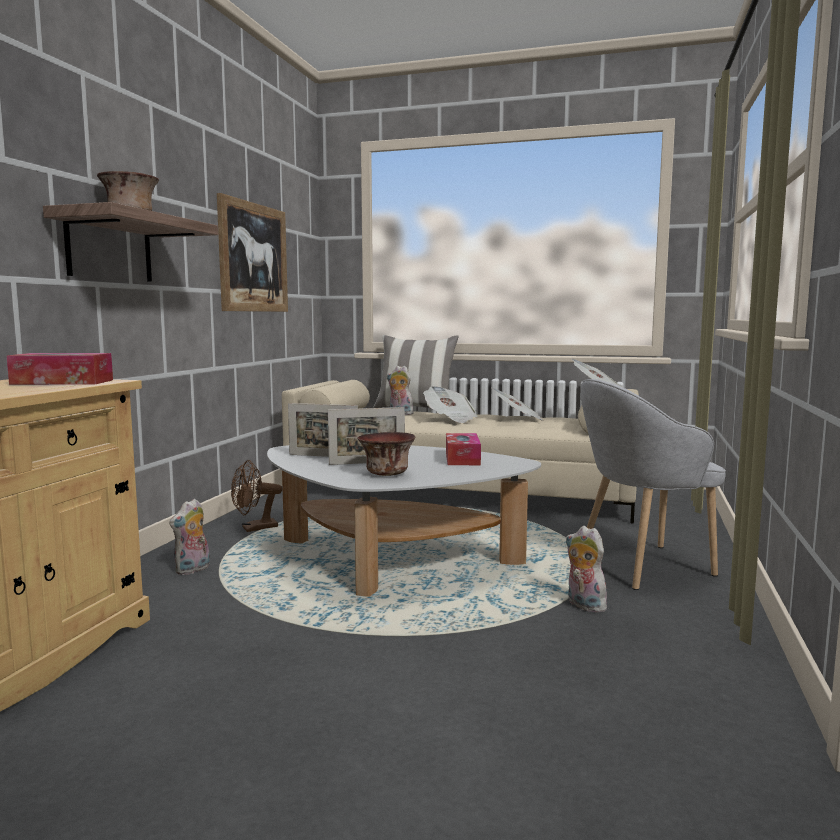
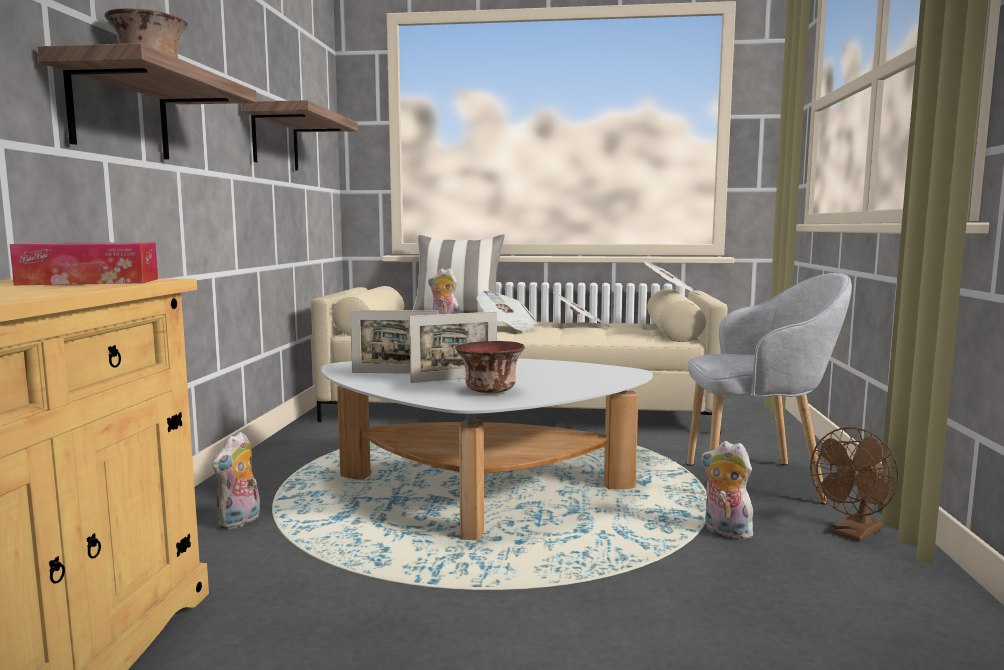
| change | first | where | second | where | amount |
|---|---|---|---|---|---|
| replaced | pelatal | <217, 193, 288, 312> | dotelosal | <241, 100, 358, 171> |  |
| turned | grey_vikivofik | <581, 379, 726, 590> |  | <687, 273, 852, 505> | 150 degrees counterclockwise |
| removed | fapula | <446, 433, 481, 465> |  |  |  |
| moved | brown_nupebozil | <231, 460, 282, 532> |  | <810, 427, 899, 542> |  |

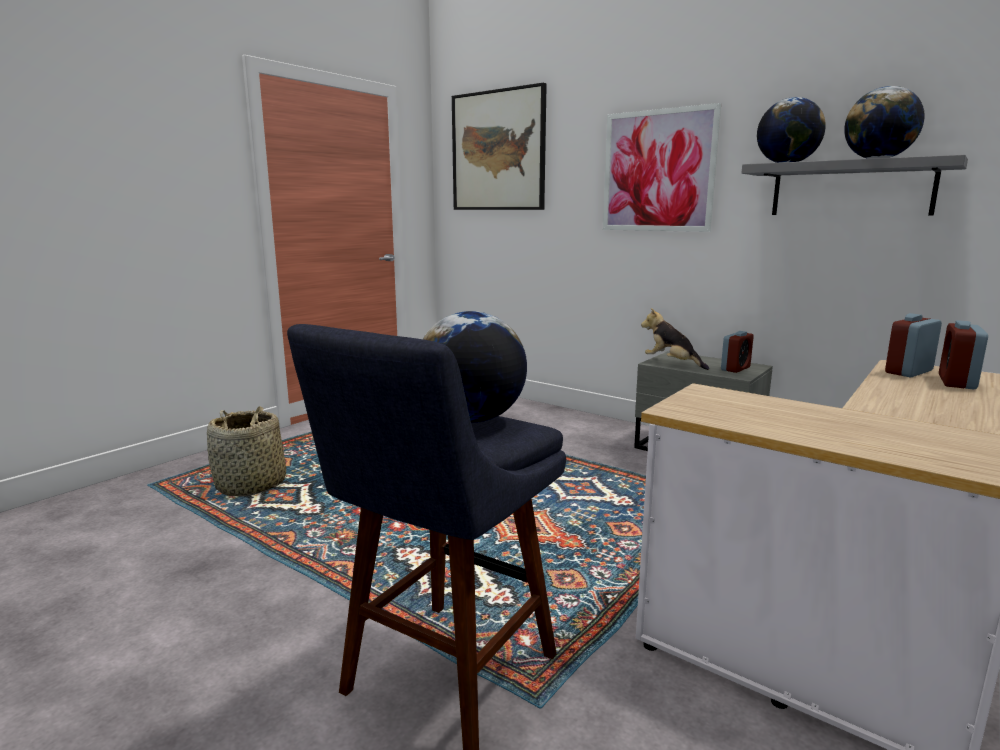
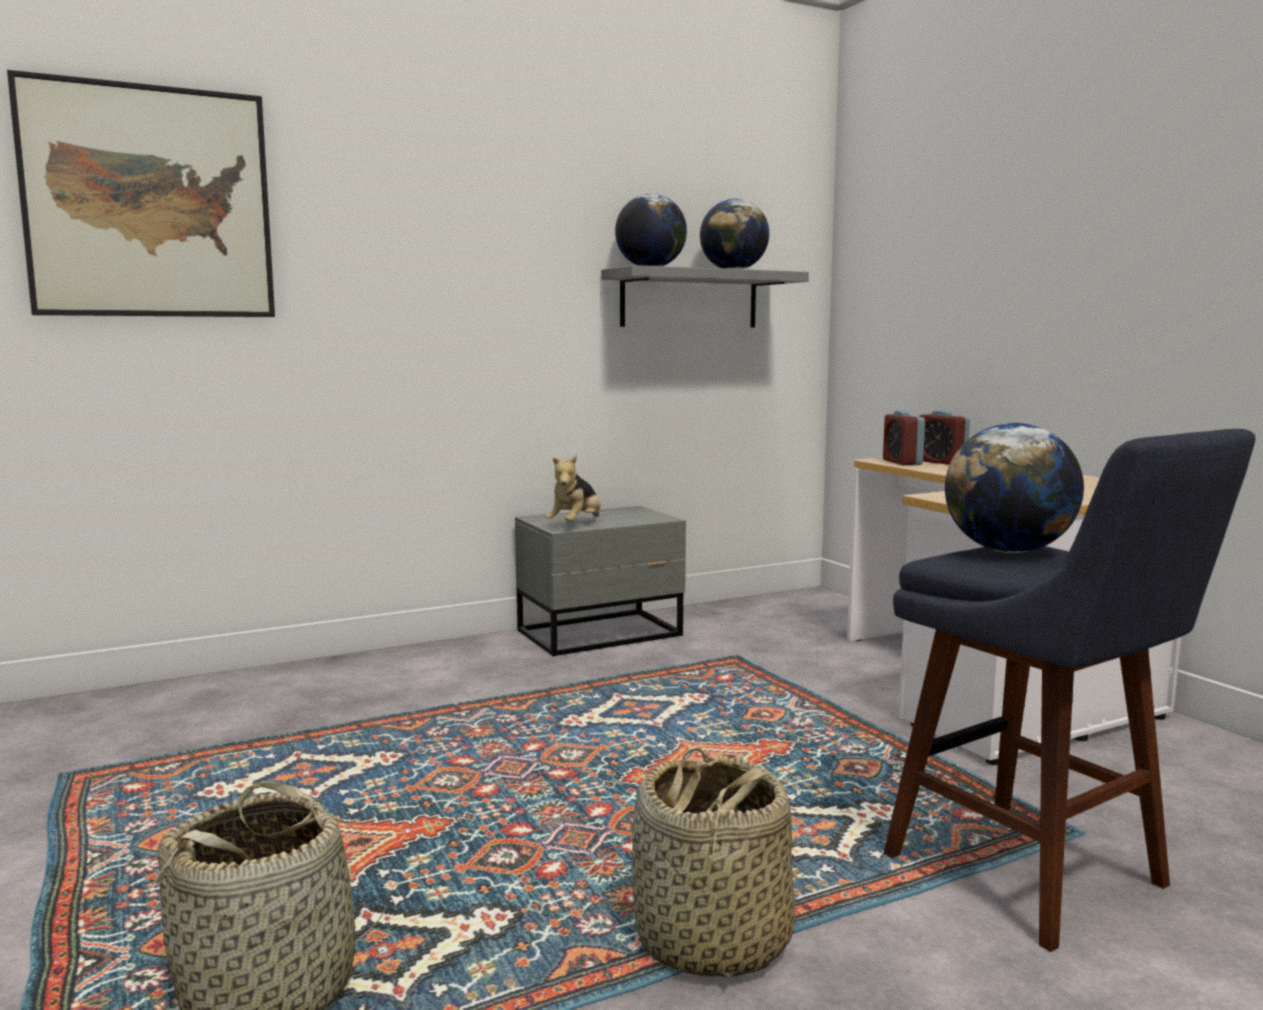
| change | first | where | second | where | amount |
|---|---|---|---|---|---|
| removed | pelatal | <603, 103, 721, 232> |  |  |  |
| turned | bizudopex | <641, 308, 709, 370> |  | <546, 455, 601, 522> | 45 degrees counterclockwise |
| removed | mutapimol | <721, 331, 754, 373> |  |  |  |
| added |  |  | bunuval | <632, 746, 795, 978> |  |

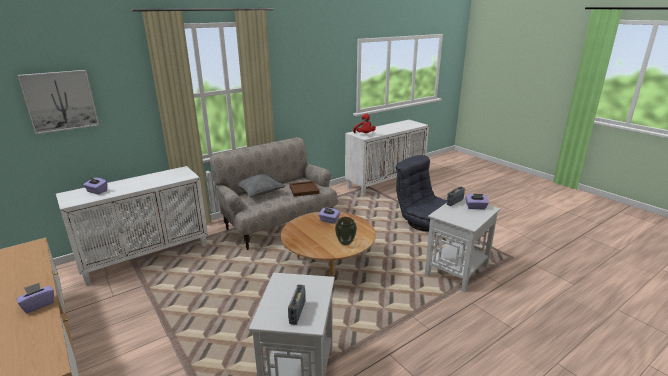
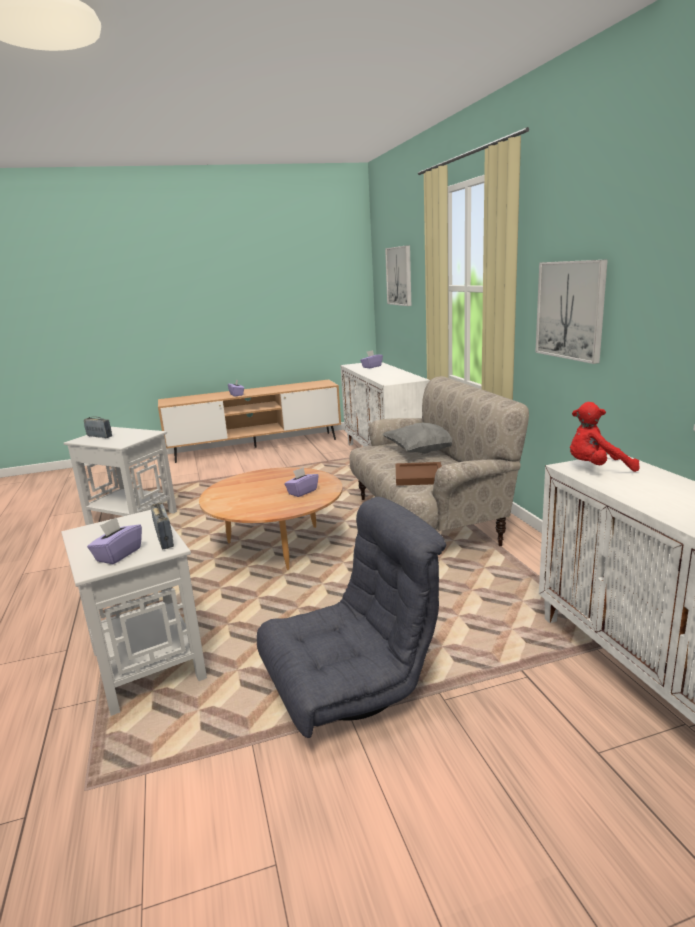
| change | first | where | second | where | amount |
|---|---|---|---|---|---|
| removed | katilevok | <335, 217, 357, 246> |  |  |  |
| added |  |  | pelatal | <535, 259, 608, 364> |  |

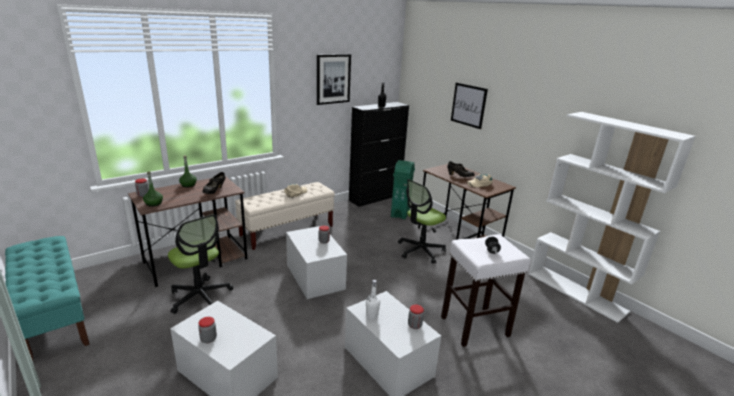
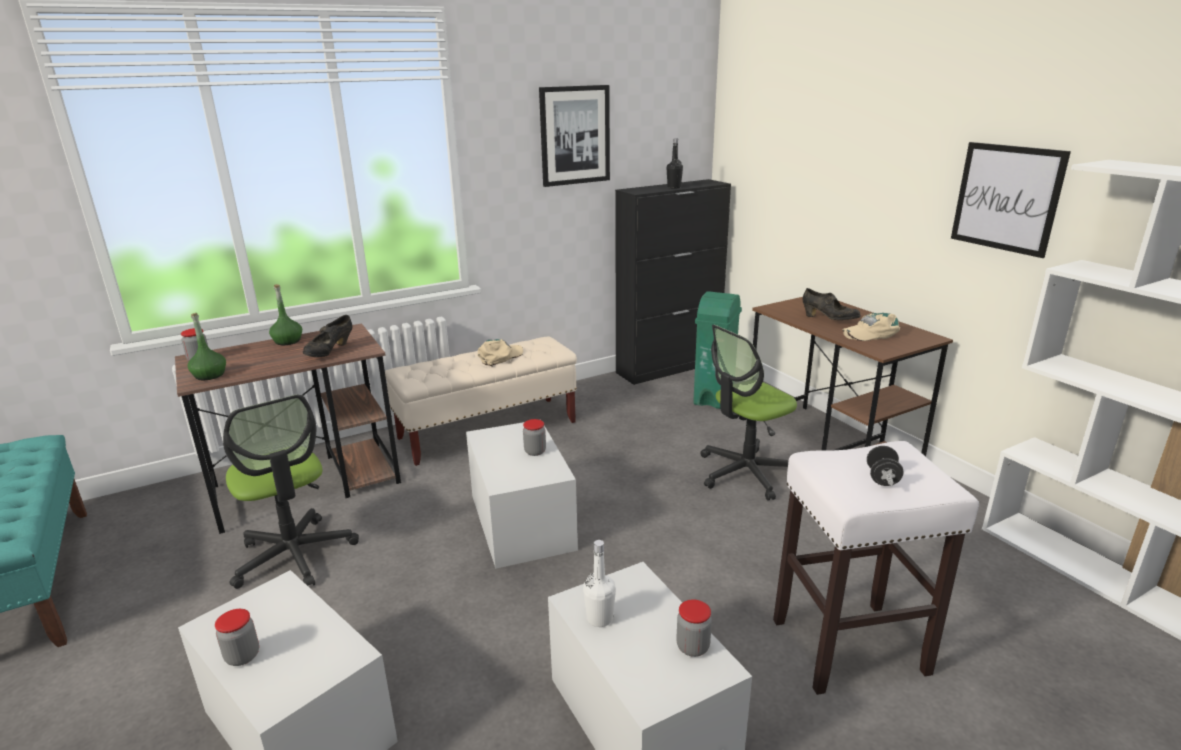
| change | first | where | second | where | amount |
|---|---|---|---|---|---|
| moved | pelatal | <451, 82, 488, 129> |  | <951, 142, 1071, 258> |  |

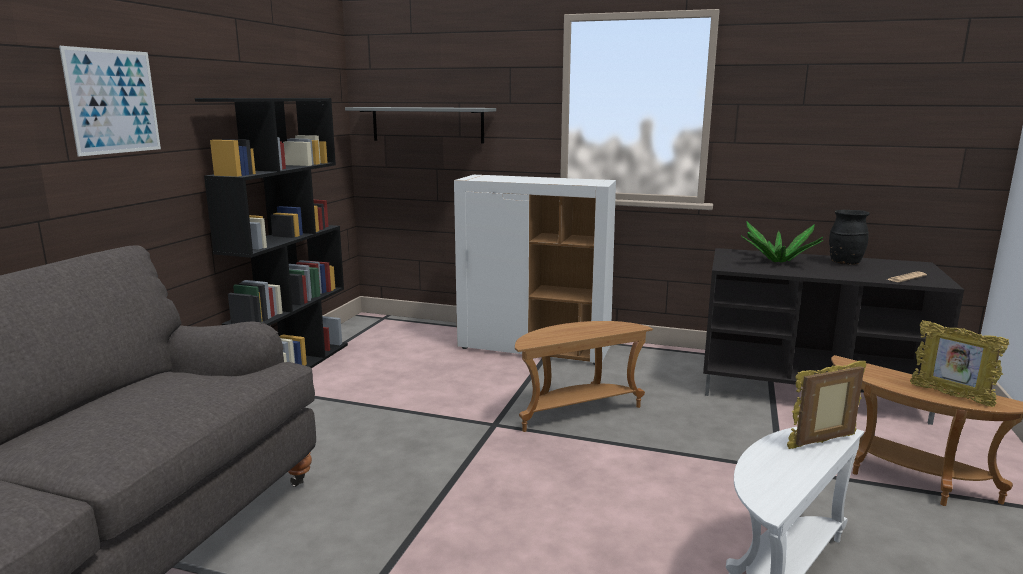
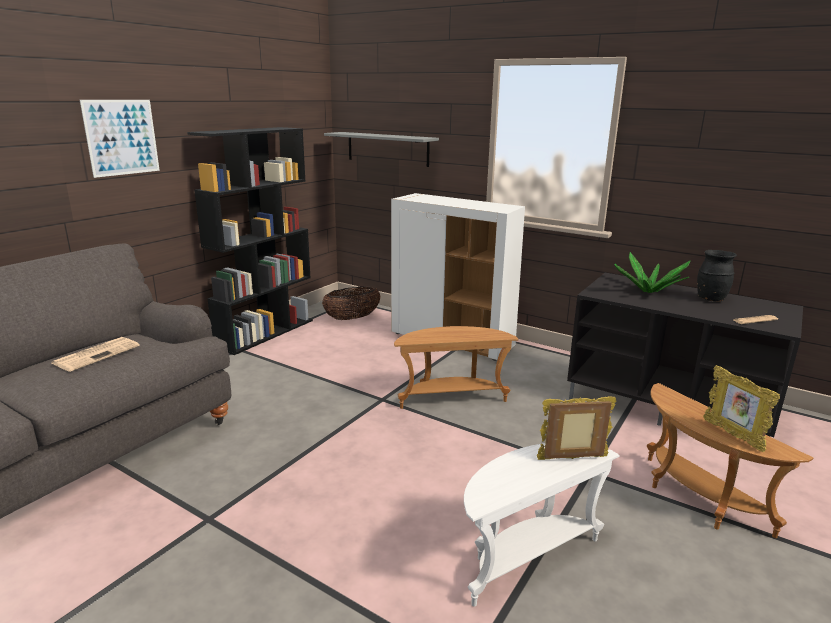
| change | first | where | second | where | amount |
|---|---|---|---|---|---|
| added |  |  | bunuval | <322, 286, 381, 320> |  |
| added |  |  | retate | <51, 337, 140, 372> |  |

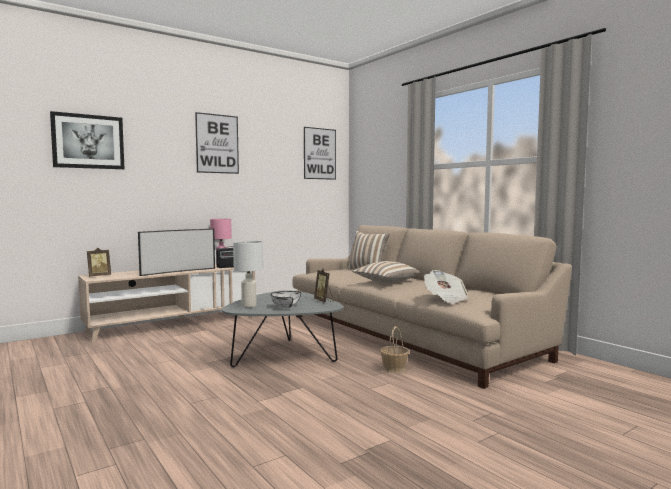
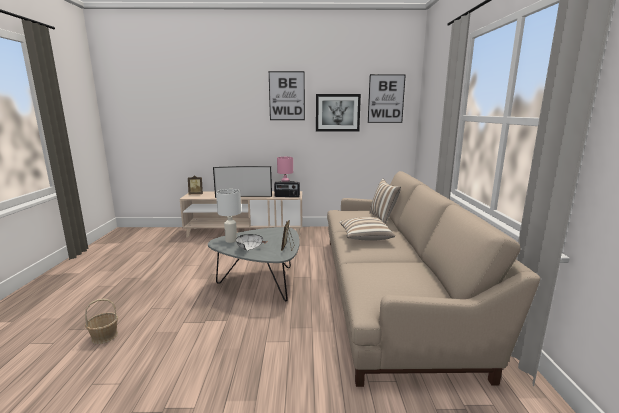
| change | first | where | second | where | amount |
|---|---|---|---|---|---|
| moved | pelatal | <50, 111, 124, 169> |  | <316, 94, 361, 132> |  |
| removed | retate | <424, 270, 469, 304> |  |  |  |
| moved | bunuval | <380, 326, 409, 373> |  | <85, 299, 118, 344> |  |

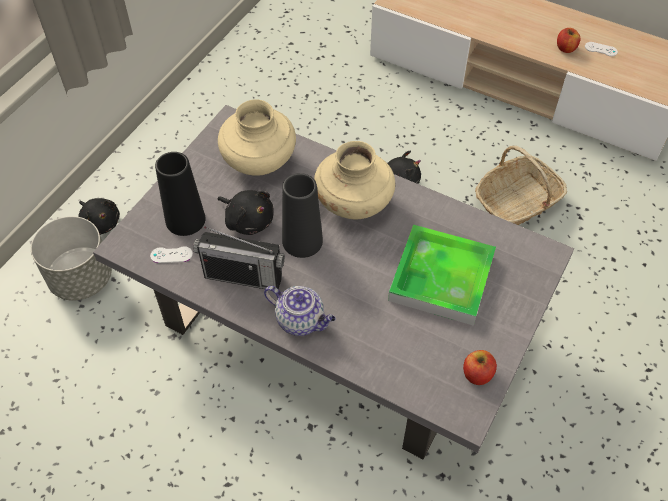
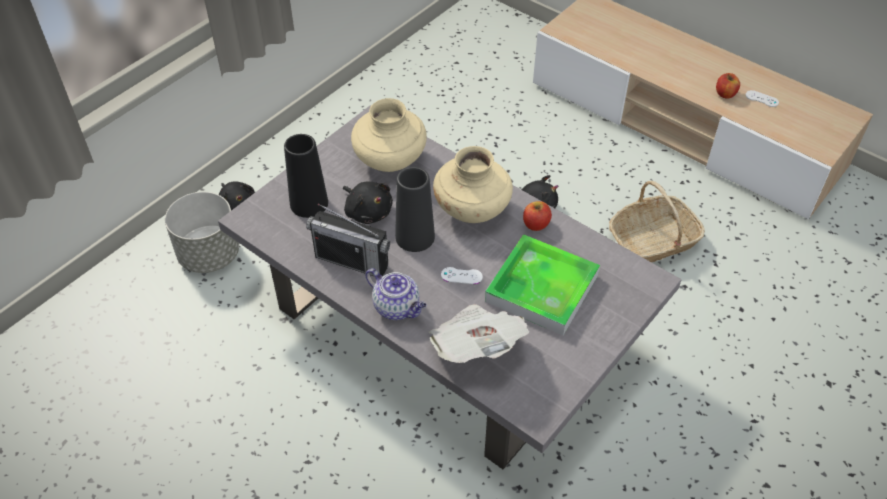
| change | first | where | second | where | amount |
|---|---|---|---|---|---|
| moved | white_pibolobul | <150, 246, 193, 263> |  | <441, 267, 483, 284> |  |
| moved | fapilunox | <463, 350, 497, 385> |  | <523, 201, 552, 231> |  |
| added |  |  | retate | <428, 304, 529, 363> |  |

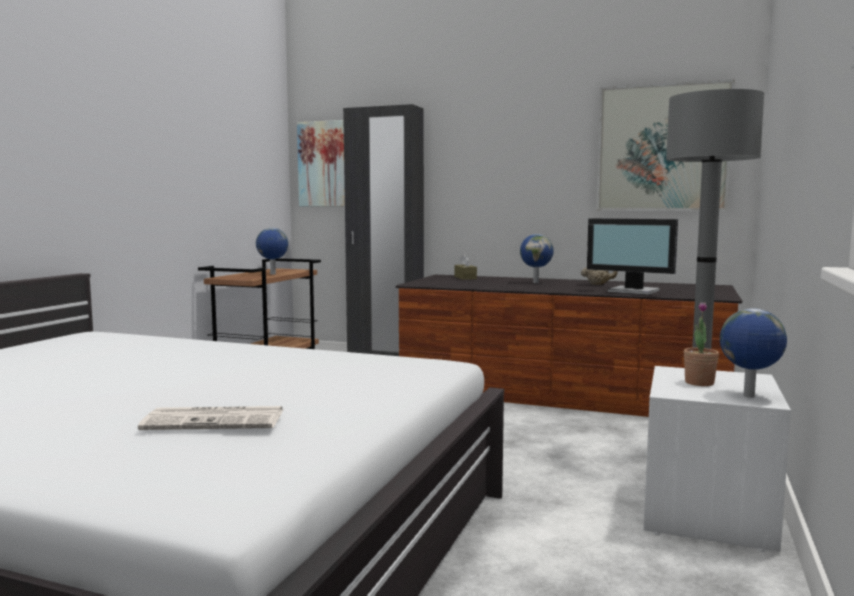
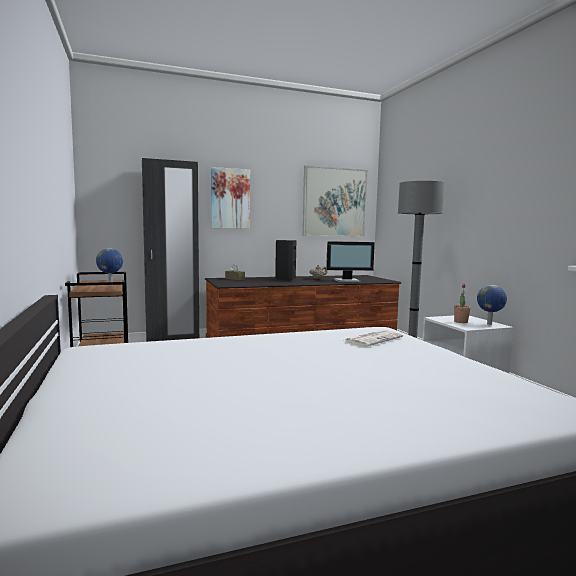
| change | first | where | second | where | amount |
|---|---|---|---|---|---|
| moved | pelatal | <297, 120, 345, 206> |  | <211, 167, 250, 229> |  |
| replaced | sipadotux | <520, 234, 554, 283> | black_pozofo | <275, 240, 296, 281> |  |
| moved | retate | <138, 406, 283, 430> |  | <345, 330, 403, 346> |  |

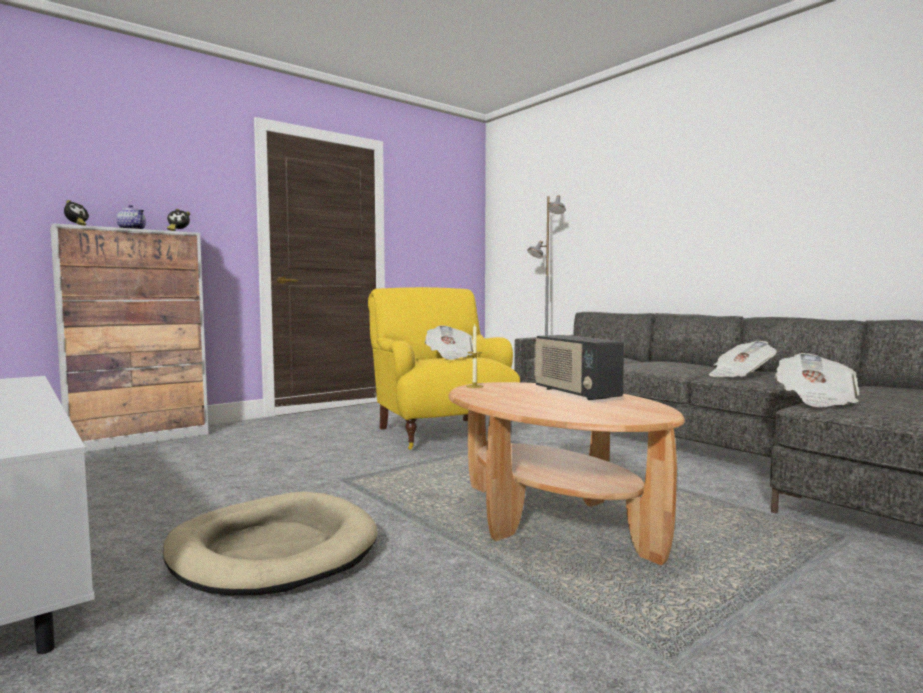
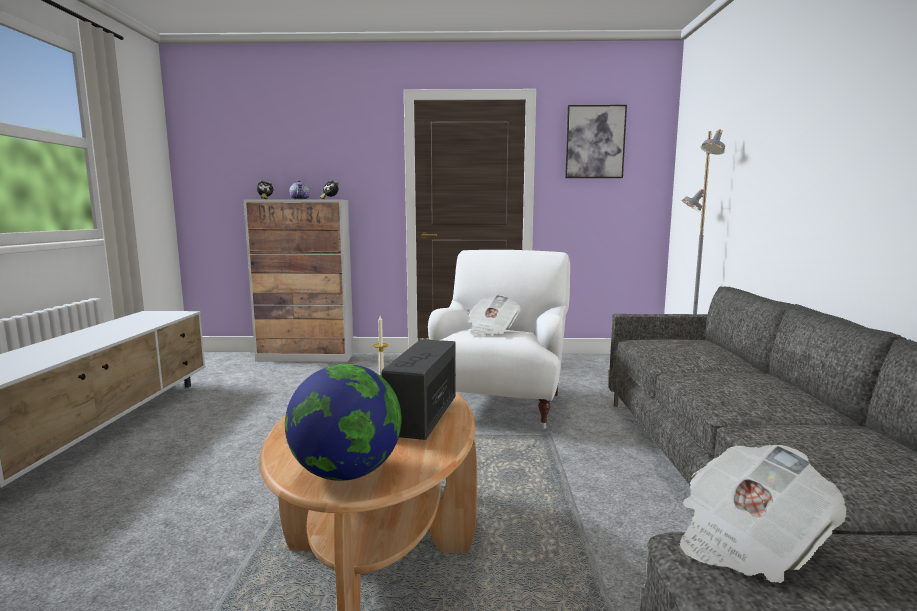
| change | first | where | second | where | amount |
|---|---|---|---|---|---|
| recoloured | yellow_vikivofik | <368, 287, 520, 450> | white_vikivofik | <428, 250, 570, 429> |  |
| removed | retate | <709, 341, 777, 377> |  |  |  |
| removed | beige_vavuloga | <163, 492, 378, 595> |  |  |  |
| added |  |  | pelatal | <565, 105, 627, 178> |  |
| added |  |  | sipadotux | <285, 364, 402, 481> |  |

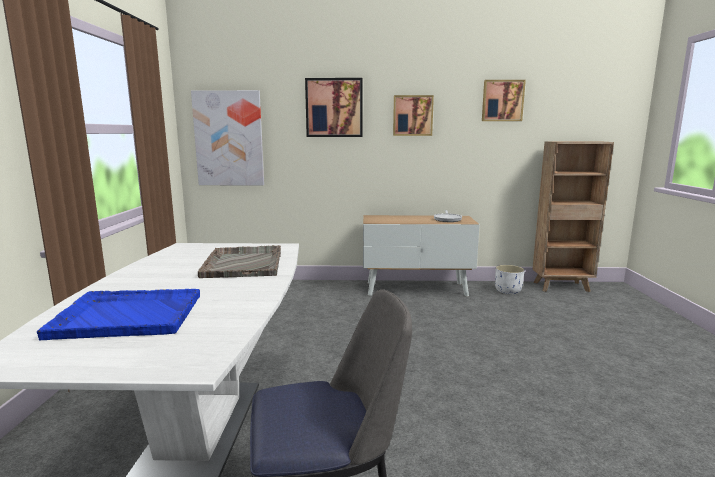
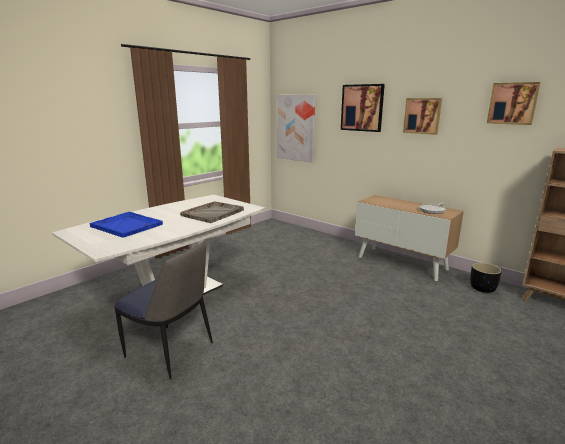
| change | first | where | second | where | amount |
|---|---|---|---|---|---|
| recoloured | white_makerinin | <495, 265, 525, 294> | black_makerinin | <470, 263, 502, 293> |  |

